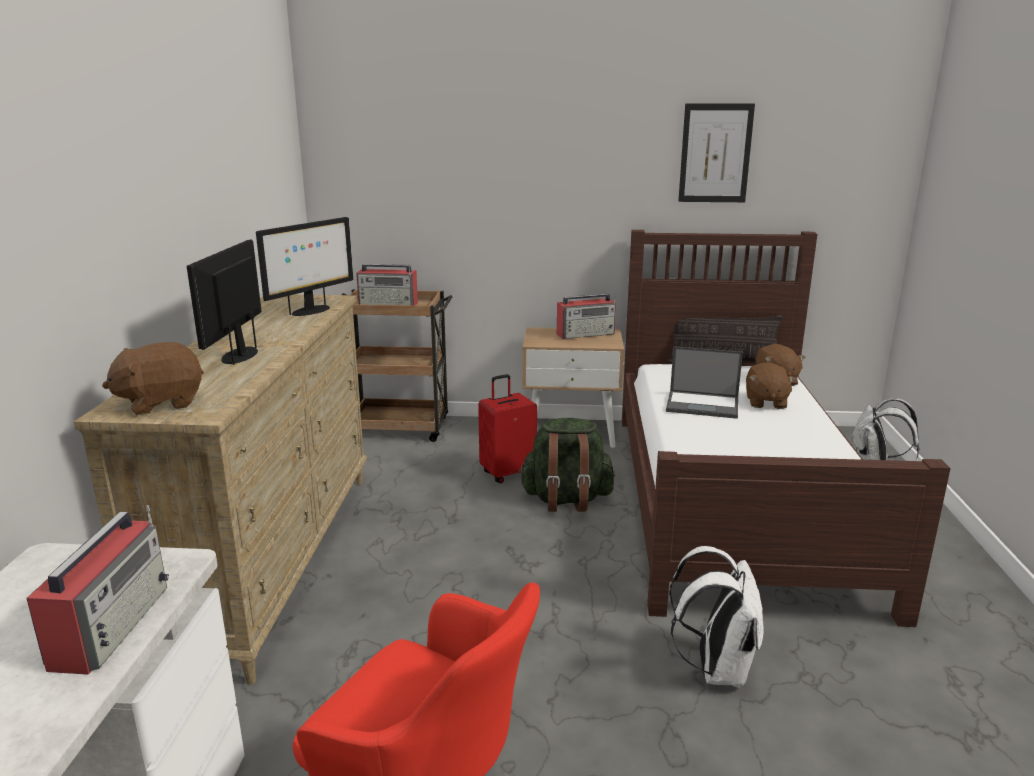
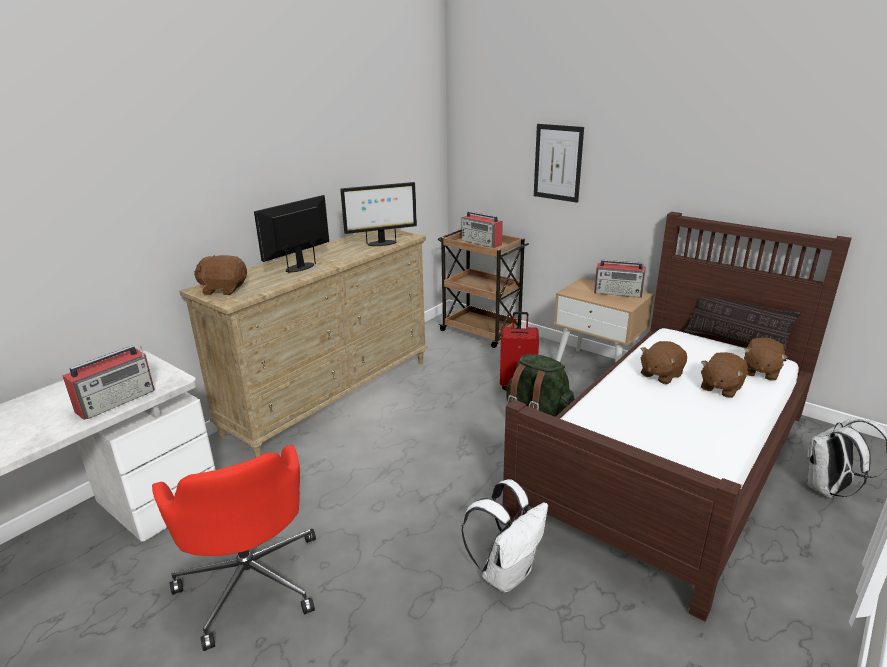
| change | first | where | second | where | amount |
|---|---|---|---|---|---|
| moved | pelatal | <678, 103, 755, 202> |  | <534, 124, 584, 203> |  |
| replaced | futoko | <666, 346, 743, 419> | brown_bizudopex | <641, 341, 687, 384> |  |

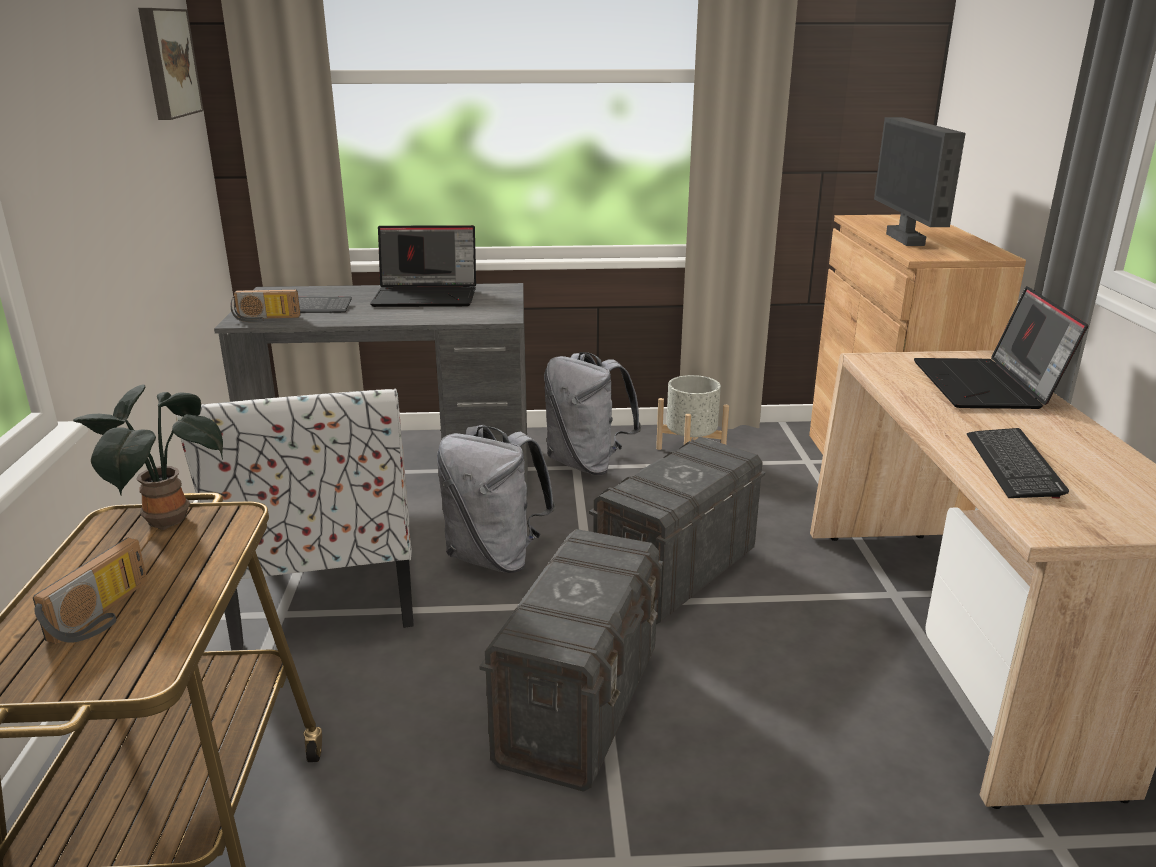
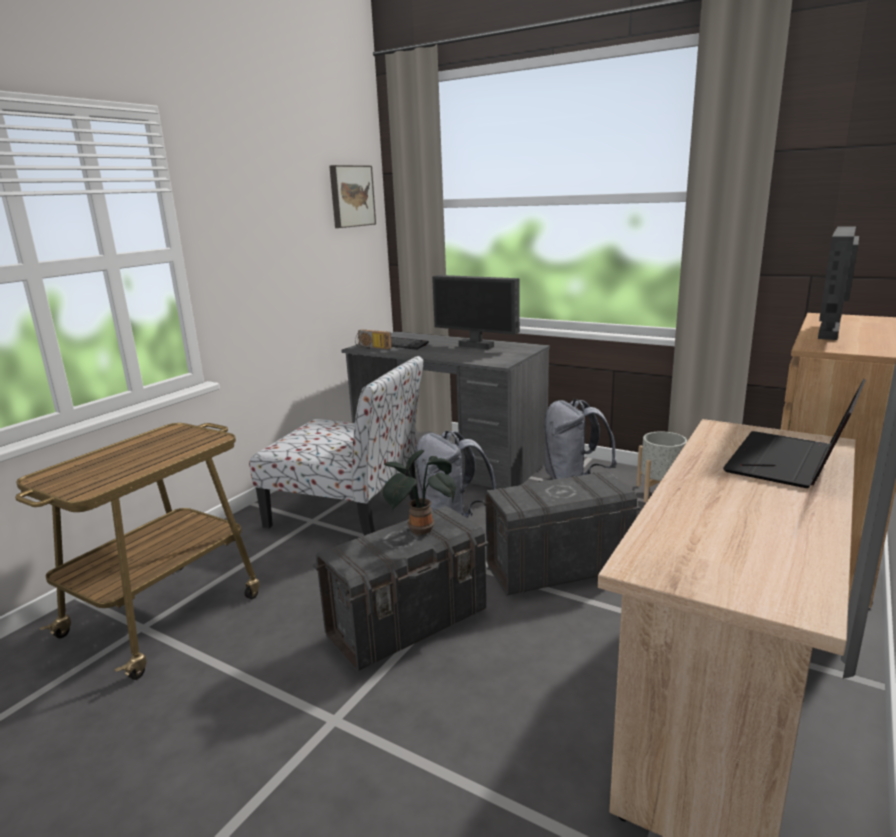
| change | first | where | second | where | amount |
|---|---|---|---|---|---|
| replaced | futoko | <370, 225, 476, 307> | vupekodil | <432, 275, 520, 349> |  |
| moved | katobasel | <73, 385, 223, 530> |  | <382, 450, 456, 536> |  |
| turned | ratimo | <176, 389, 414, 651> |  | <249, 356, 424, 536> | 90 degrees counterclockwise |
| removed | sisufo | <967, 428, 1069, 499> |  |  |  |
| removed | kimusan | <33, 538, 148, 644> |  |  |  |

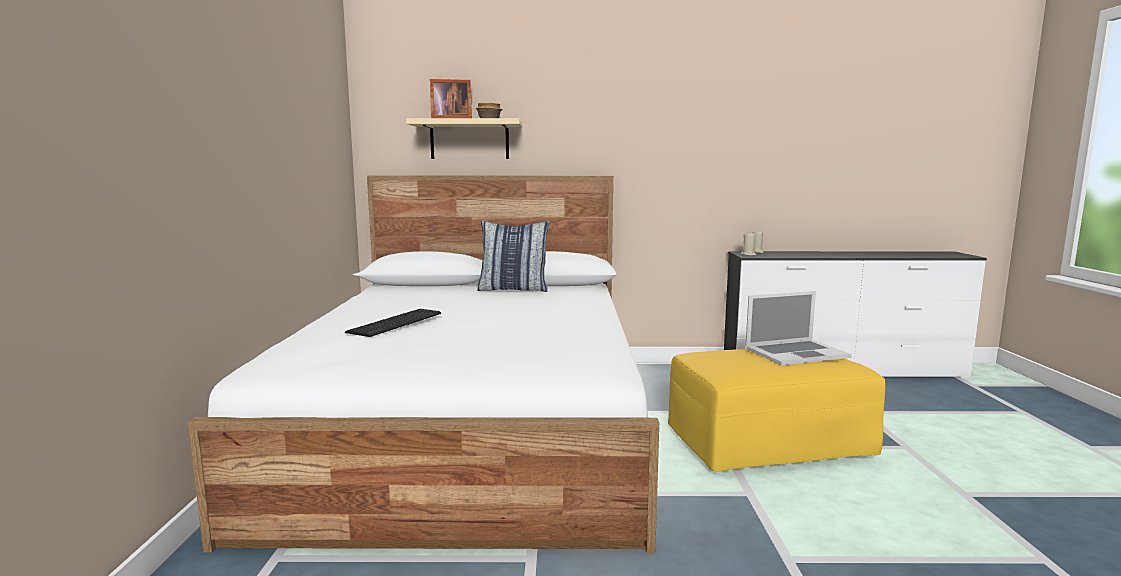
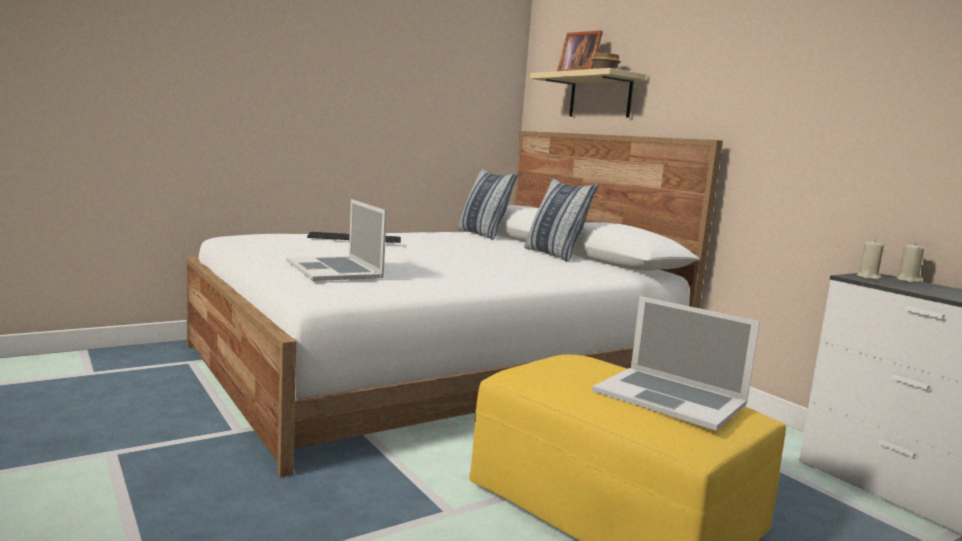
| change | first | where | second | where | amount |
|---|---|---|---|---|---|
| added |  |  | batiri | <457, 168, 519, 240> |  |
| added |  |  | futoko | <286, 199, 387, 281> |  |

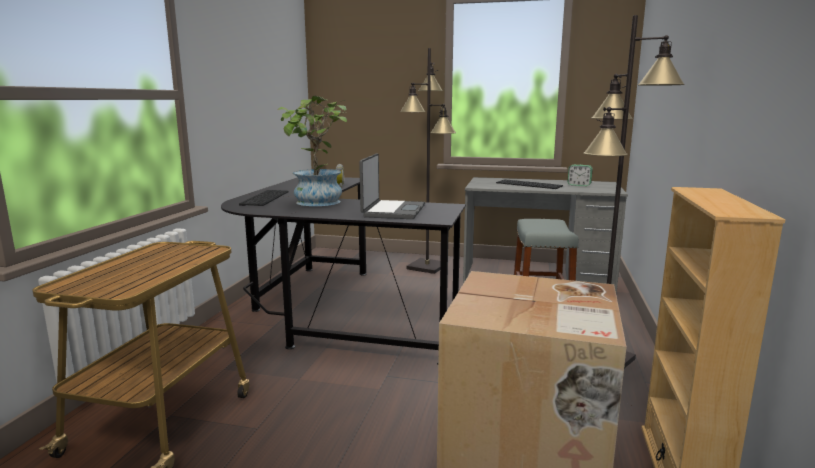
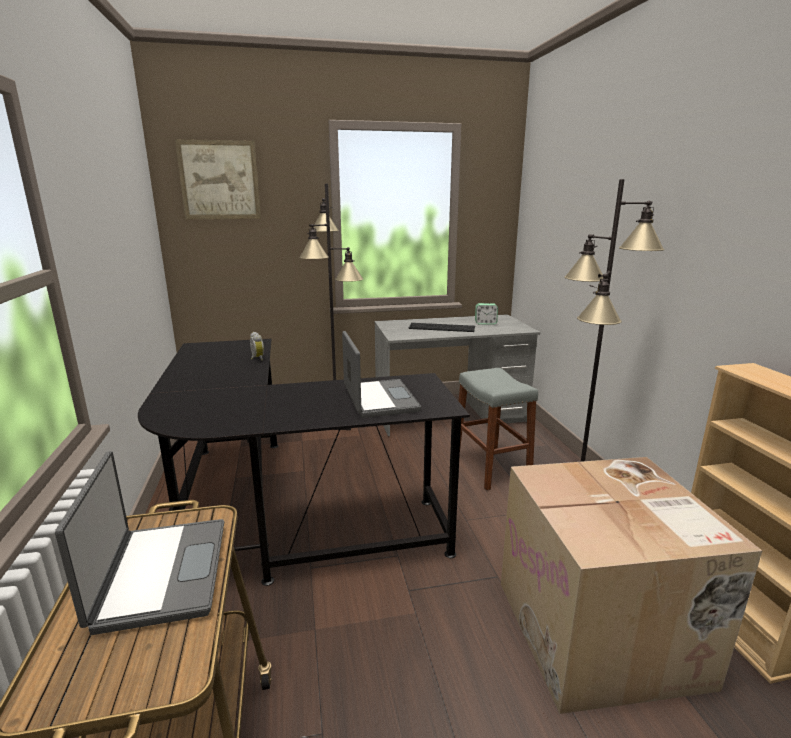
| change | first | where | second | where | amount |
|---|---|---|---|---|---|
| removed | katobasel | <278, 96, 347, 206> |  |  |  |
| removed | sisufo | <239, 190, 288, 206> |  |  |  |
| added |  |  | pelatal | <175, 139, 261, 219> |  |
| added |  |  | futoko | <55, 451, 224, 635> |  |

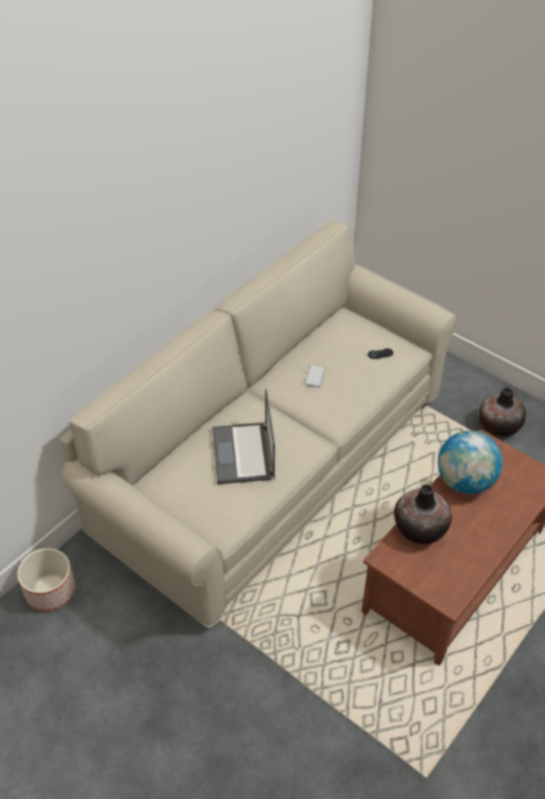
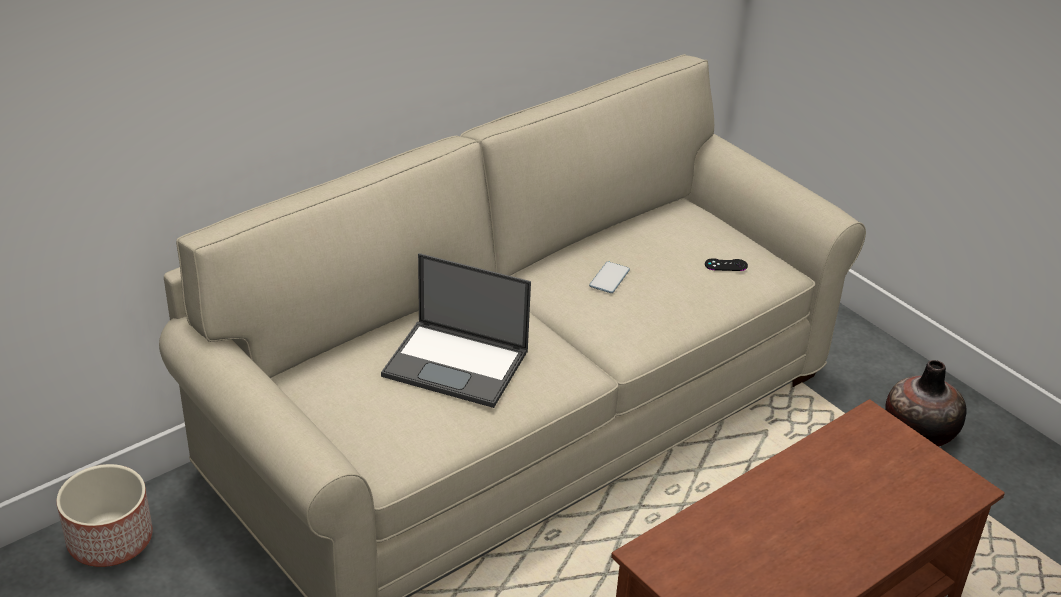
| change | first | where | second | where | amount |
|---|---|---|---|---|---|
| turned | futoko | <212, 389, 275, 484> |  | <381, 253, 531, 408> | 75 degrees counterclockwise |
| removed | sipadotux | <438, 431, 503, 494> |  |  |  |
| removed | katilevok | <394, 484, 452, 544> |  |  |  |

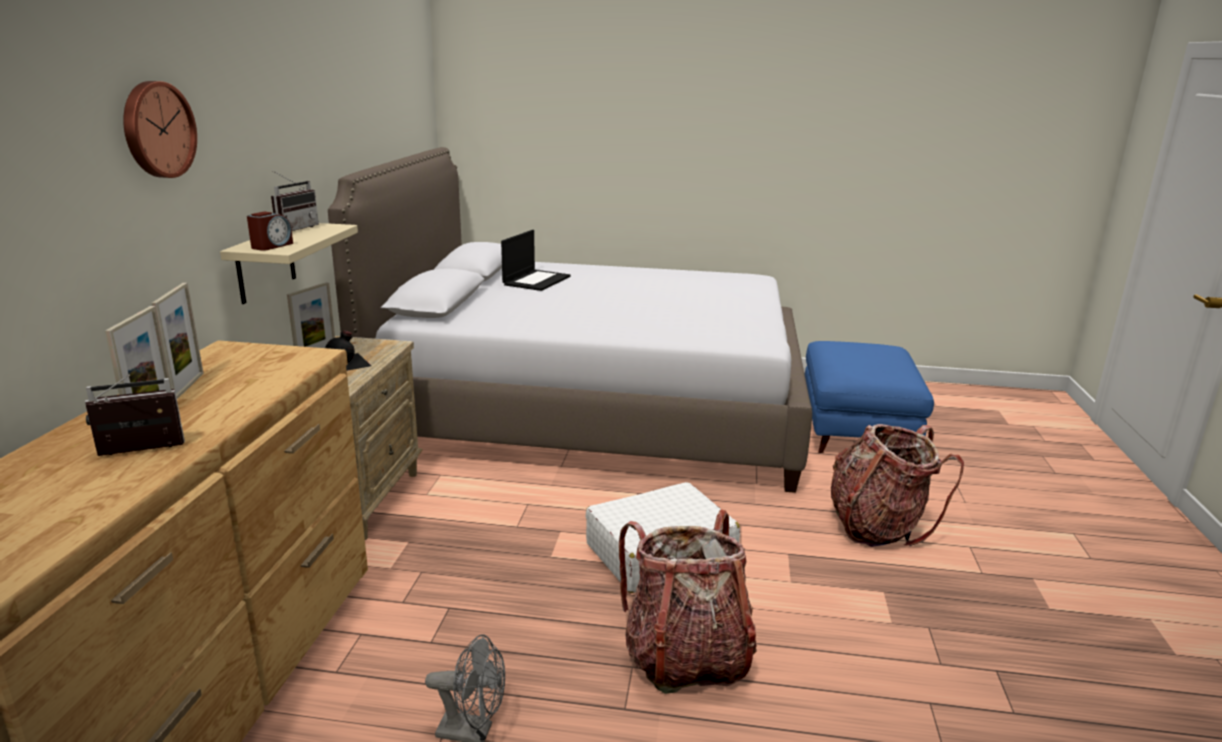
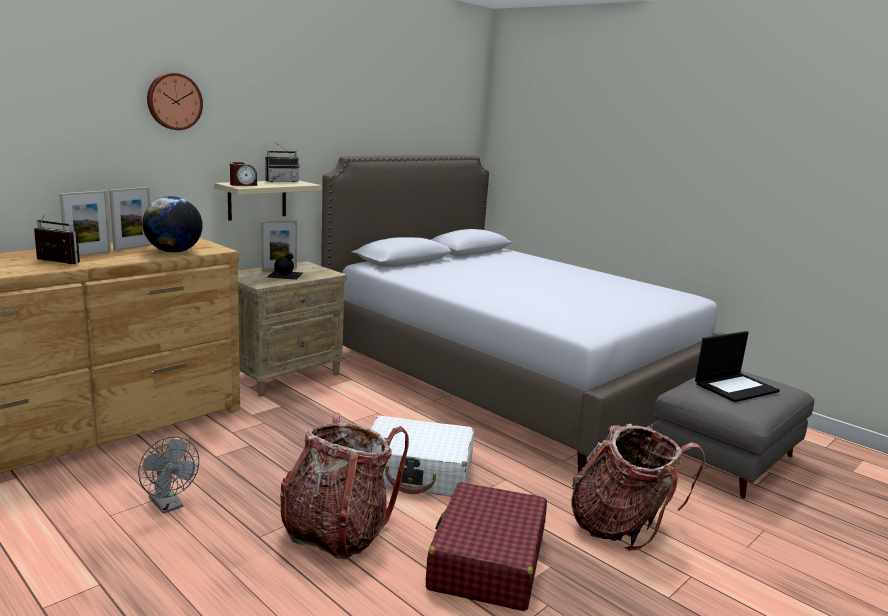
| change | first | where | second | where | amount |
|---|---|---|---|---|---|
| moved | futoko | <501, 230, 570, 291> |  | <695, 331, 780, 402> |  |
| recoloured | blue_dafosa | <805, 341, 934, 453> | grey_dafosa | <652, 371, 814, 499> |  |
| added |  |  | sipadotux | <142, 196, 203, 253> |  |
| added |  |  | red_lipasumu | <426, 482, 547, 611> |  |

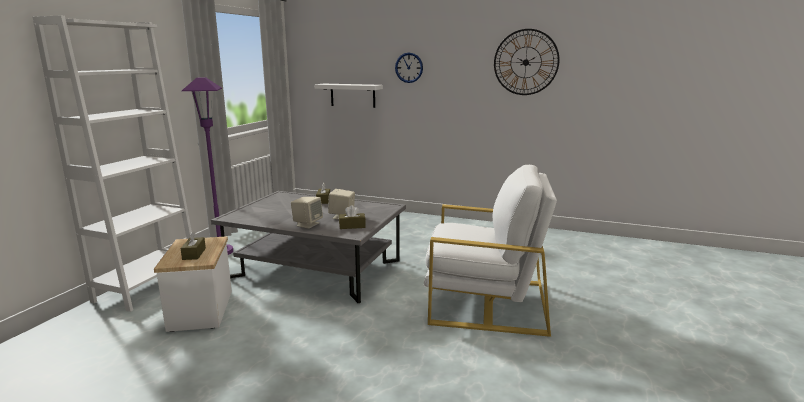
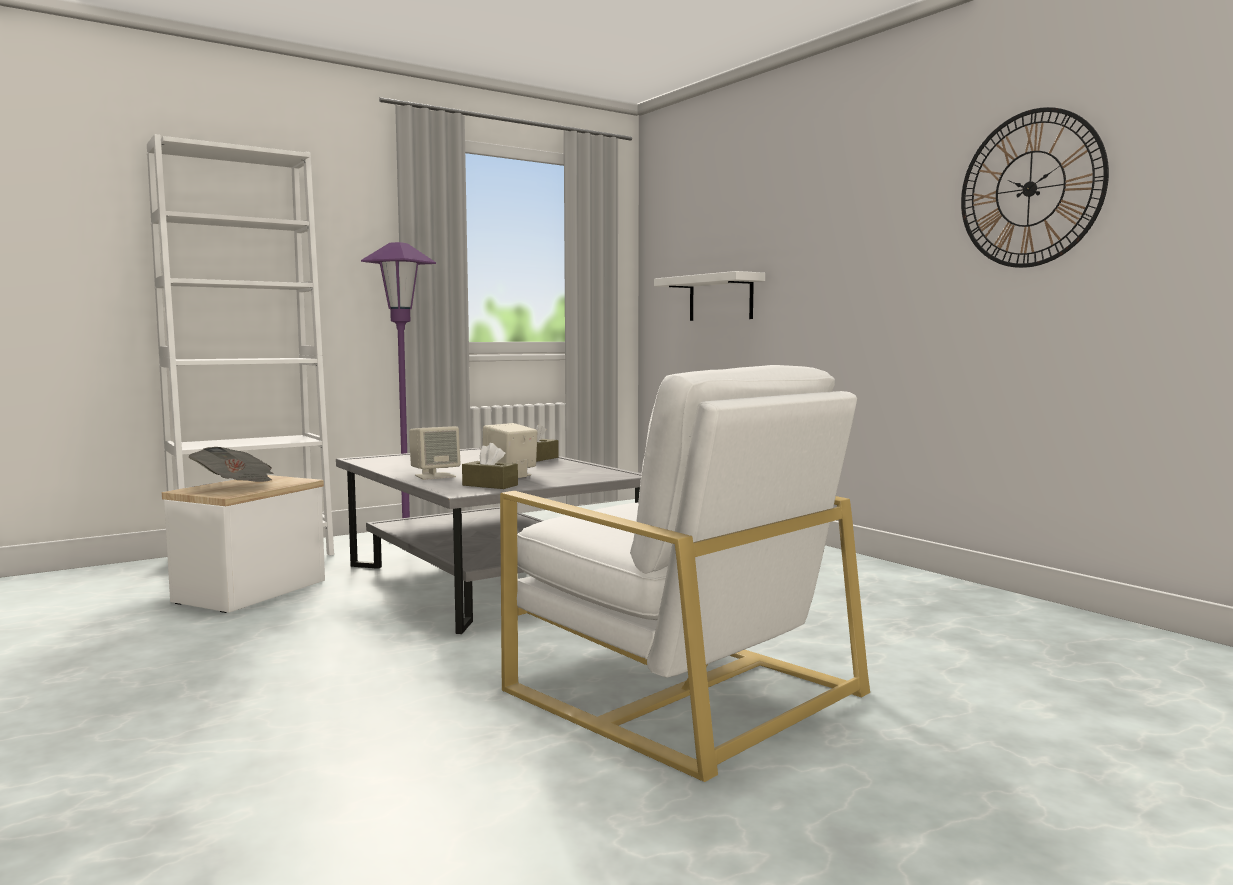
| change | first | where | second | where | amount |
|---|---|---|---|---|---|
| removed | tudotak | <395, 53, 423, 83> |  |  |  |
| replaced | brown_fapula | <180, 231, 206, 260> | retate | <189, 447, 274, 482> |  |

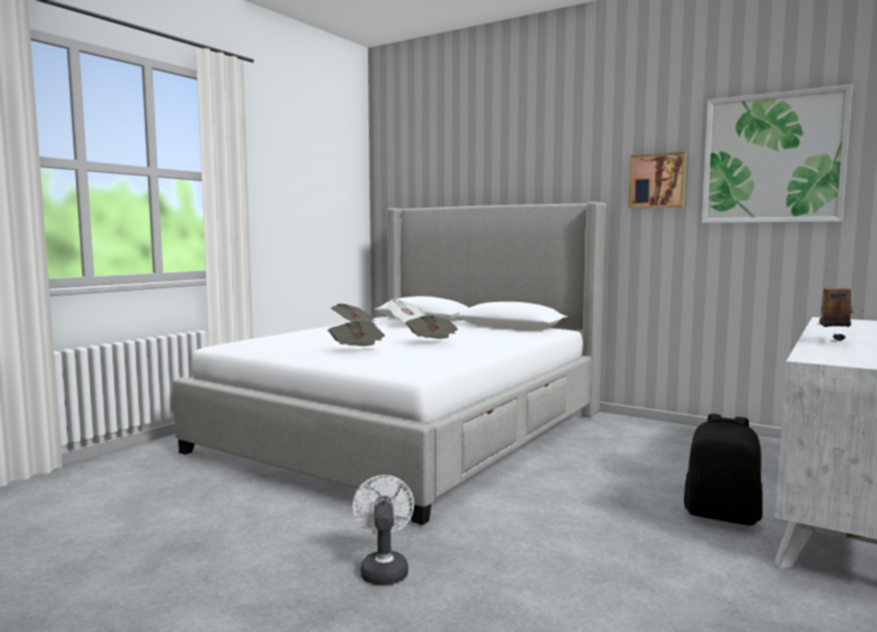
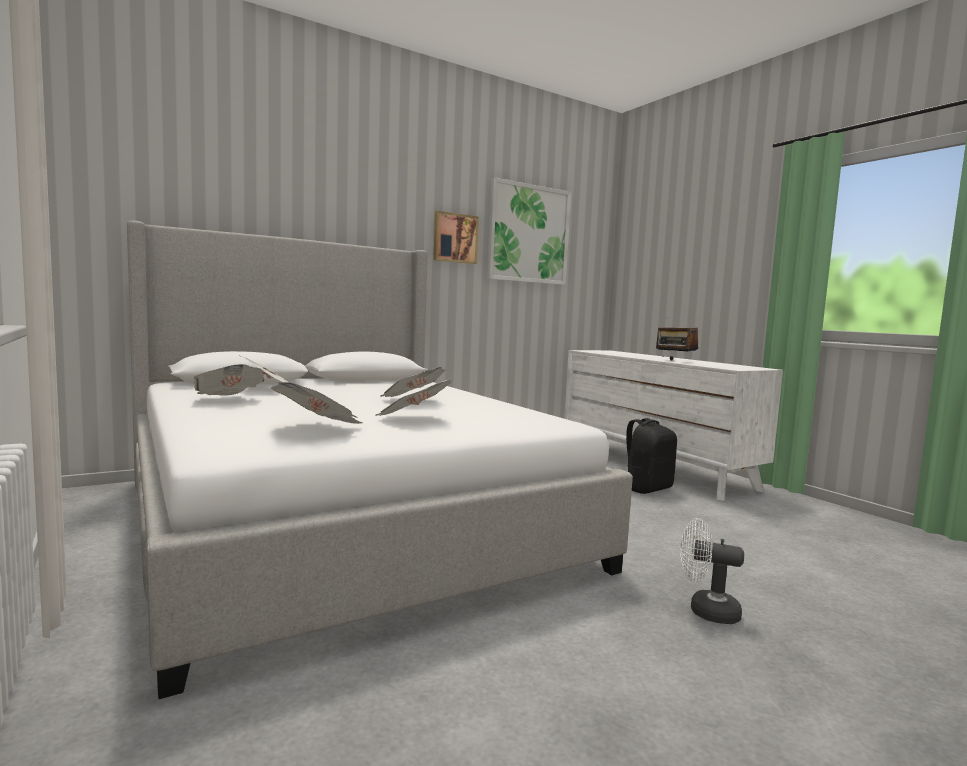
| change | first | where | second | where | amount |
|---|---|---|---|---|---|
| added |  |  | retate | <271, 382, 362, 424> |  |

